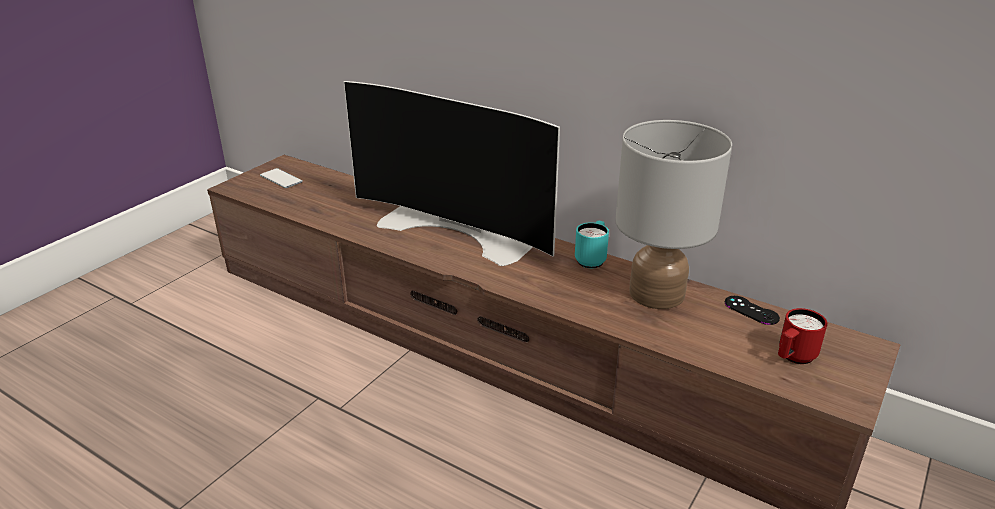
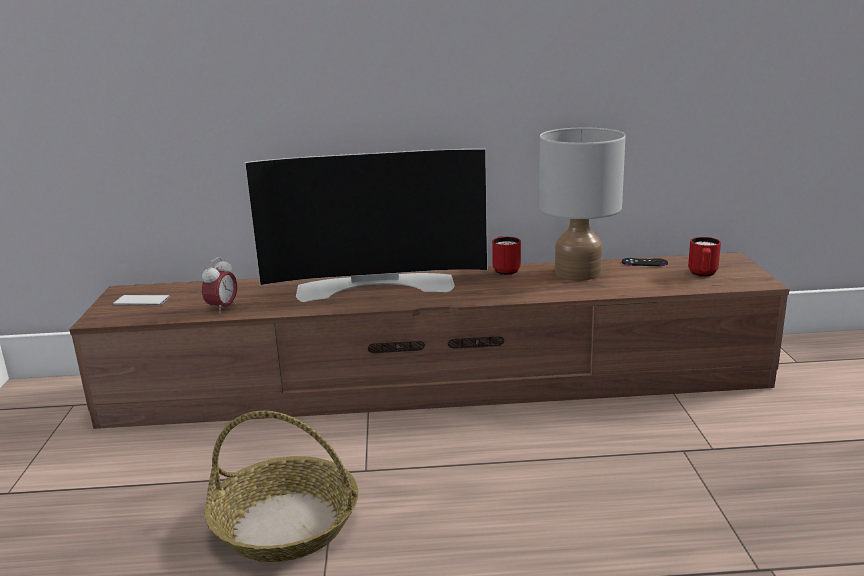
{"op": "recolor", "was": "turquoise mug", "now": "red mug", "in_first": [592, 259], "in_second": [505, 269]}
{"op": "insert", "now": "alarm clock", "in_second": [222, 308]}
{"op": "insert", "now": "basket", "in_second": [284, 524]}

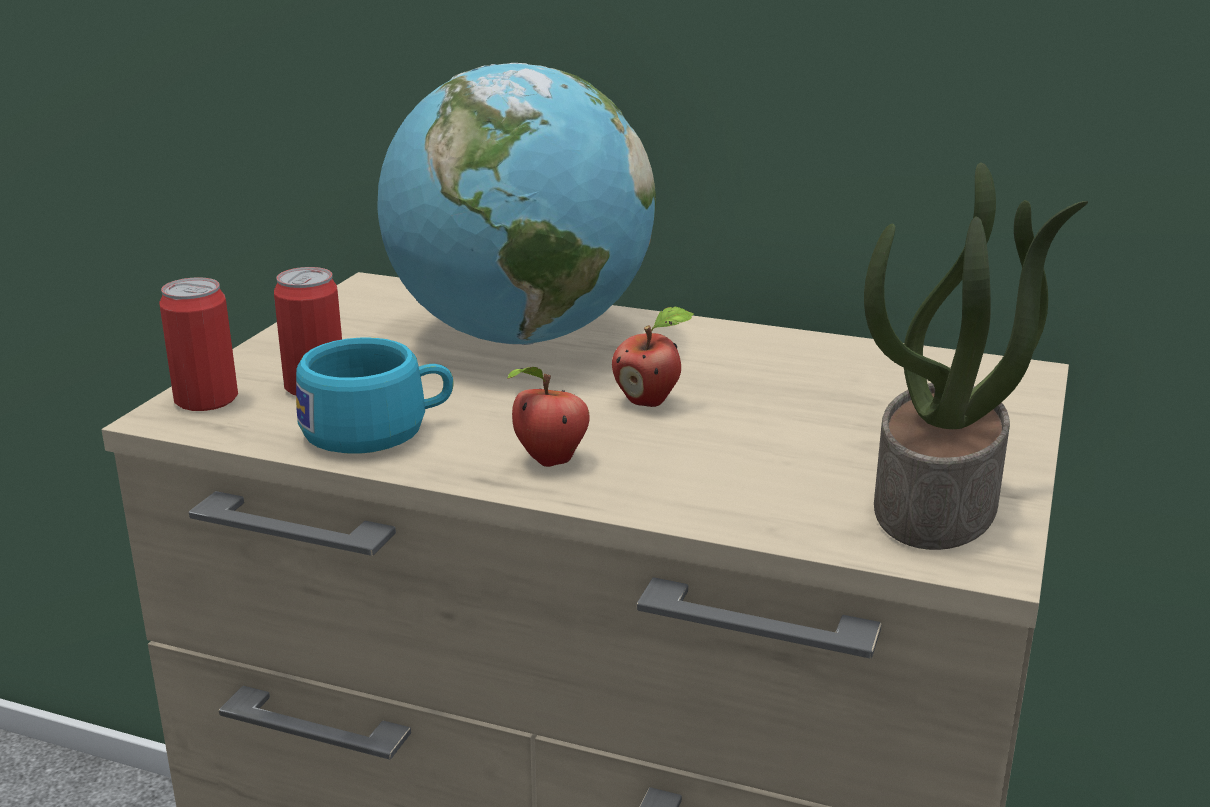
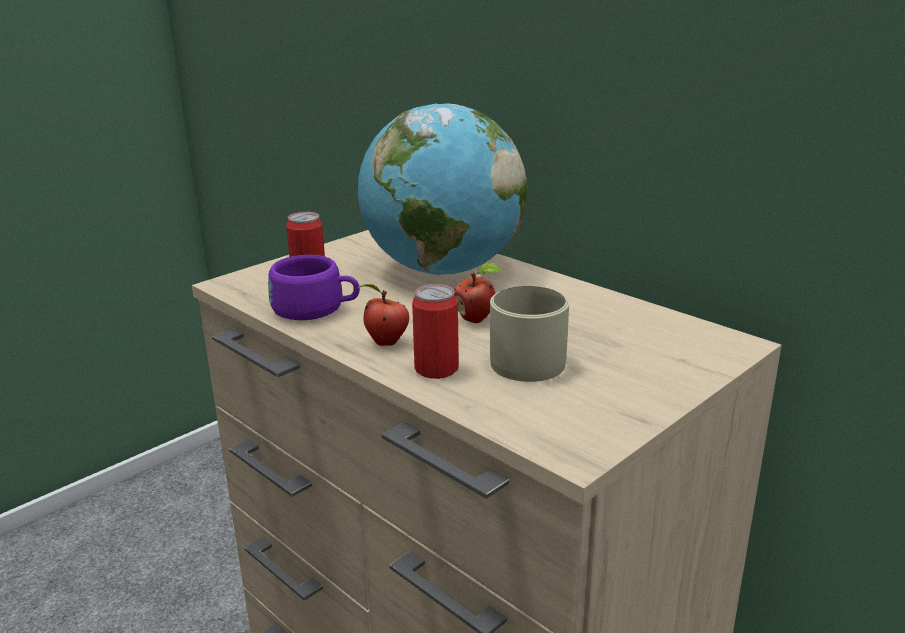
{"op": "delete", "was": "potted plant", "in_first": [938, 505]}
{"op": "move", "was": "can", "in_first": [206, 399], "in_second": [436, 369]}
{"op": "recolor", "was": "turquoise cup", "now": "purple cup", "in_first": [379, 430], "in_second": [316, 309]}
{"op": "insert", "now": "beige mug", "in_second": [532, 359]}

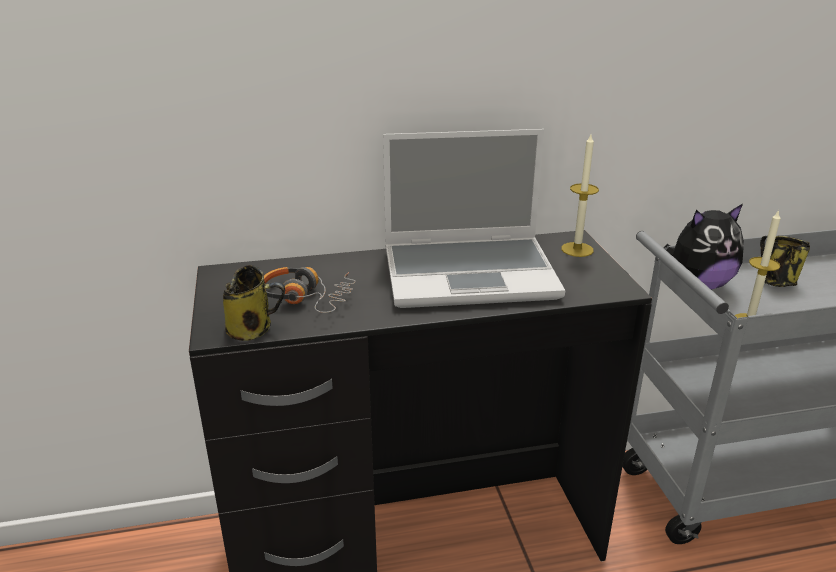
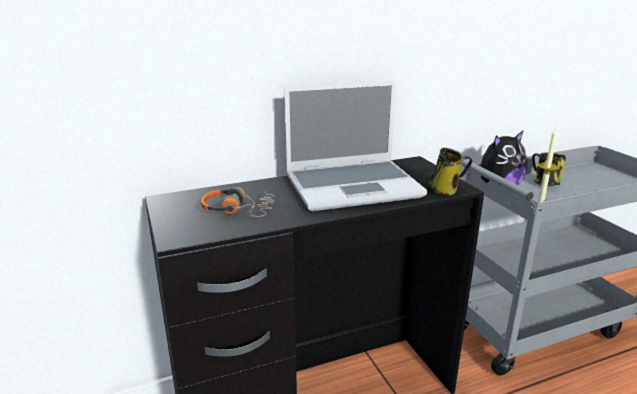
{"op": "delete", "was": "candle", "in_first": [577, 249]}
{"op": "move", "was": "mug", "in_first": [252, 329], "in_second": [445, 190]}

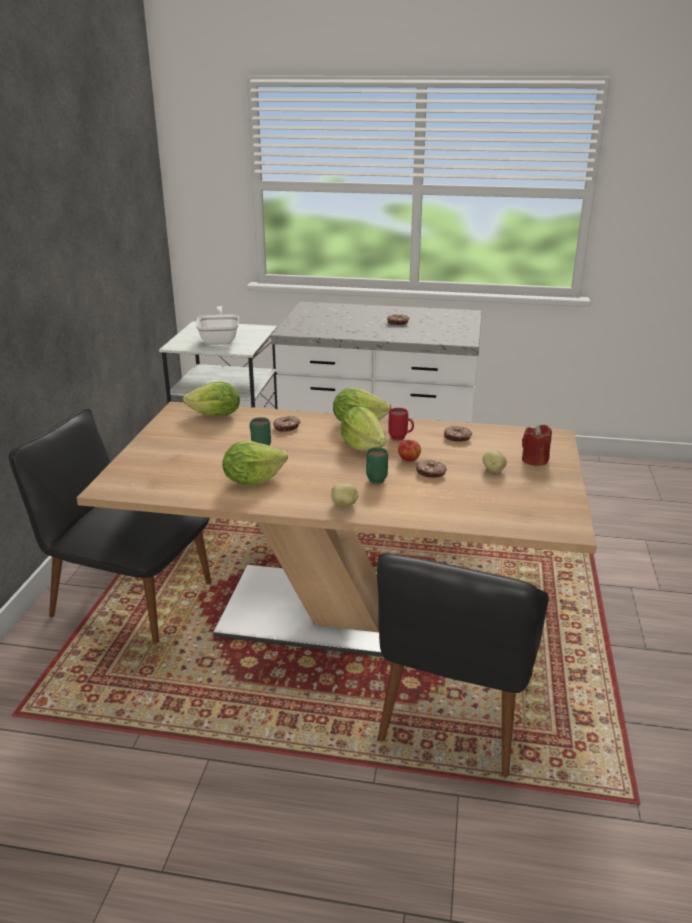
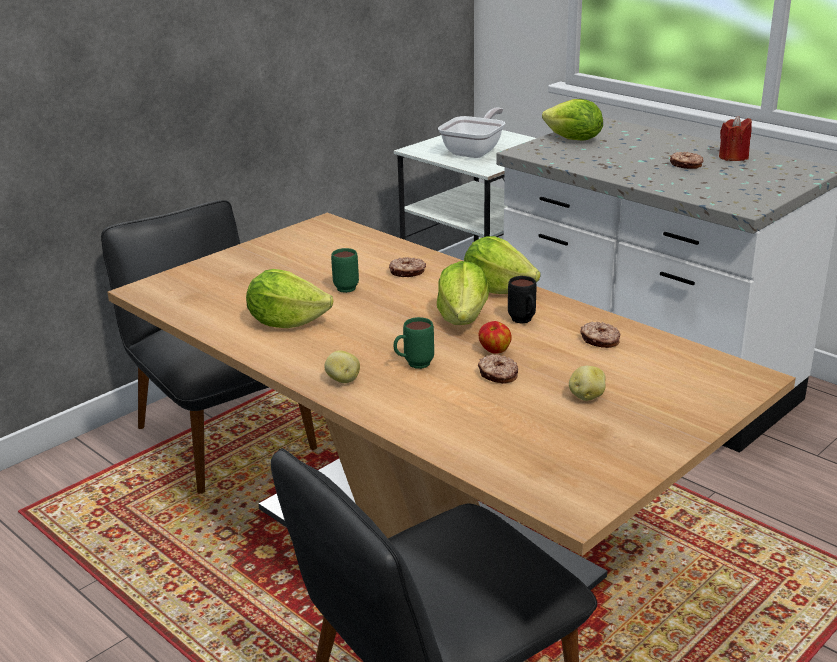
{"op": "move", "was": "lettuce", "in_first": [216, 415], "in_second": [573, 140]}
{"op": "recolor", "was": "red mug", "now": "black mug", "in_first": [401, 438], "in_second": [523, 322]}
{"op": "move", "was": "red candle", "in_first": [534, 460], "in_second": [733, 157]}

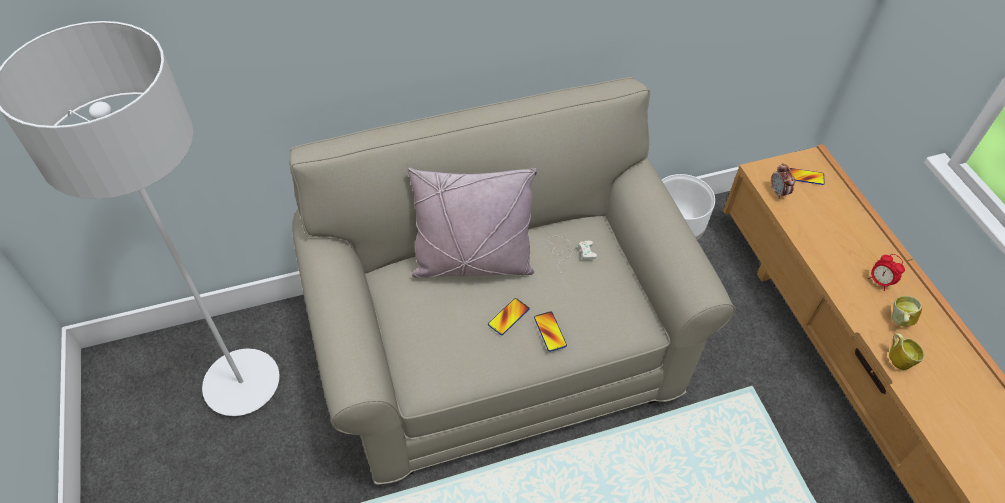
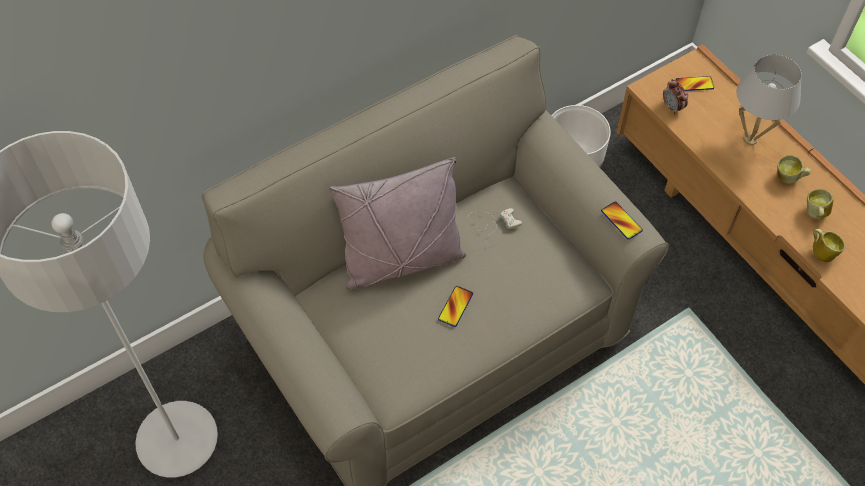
{"op": "replace", "was": "alarm clock", "now": "mug", "in_first": [879, 282], "in_second": [788, 179]}
{"op": "move", "was": "phone", "in_first": [550, 332], "in_second": [621, 221]}
{"op": "insert", "now": "white table lamp", "in_second": [750, 139]}

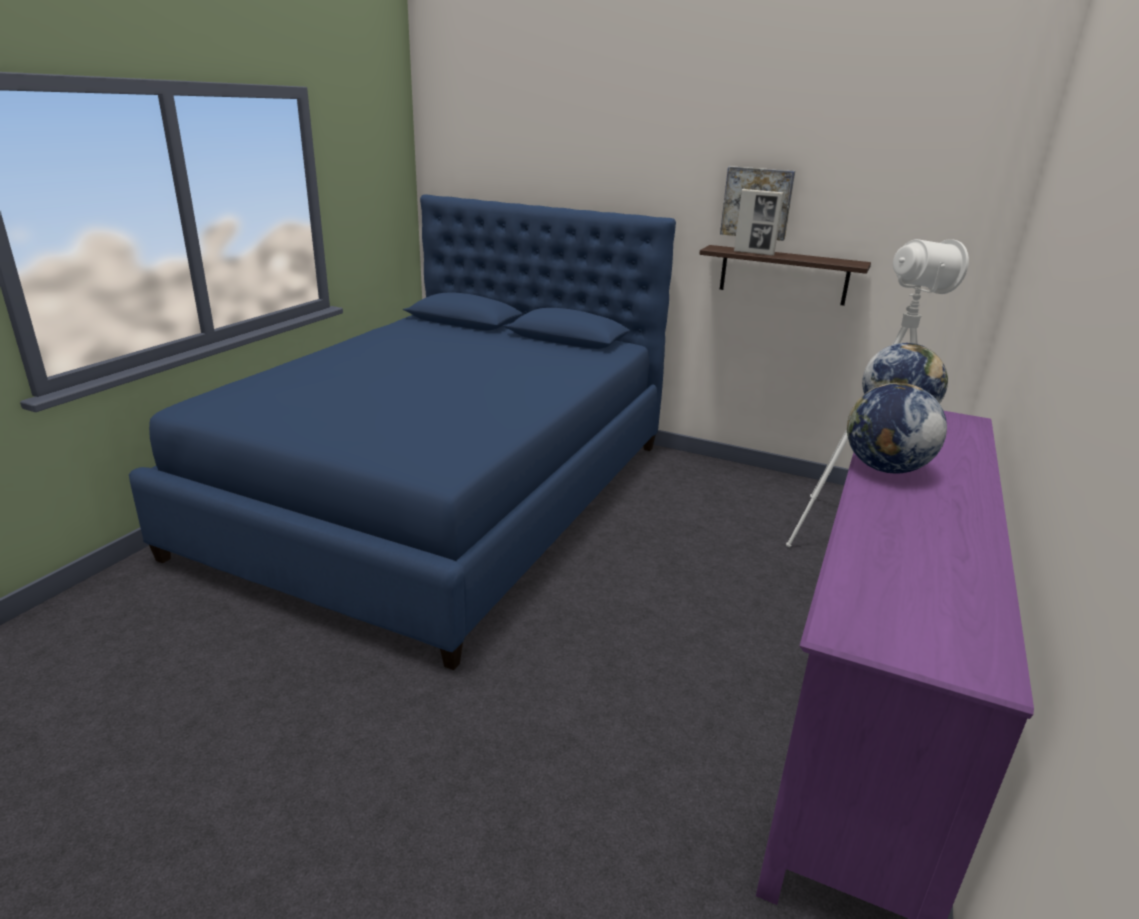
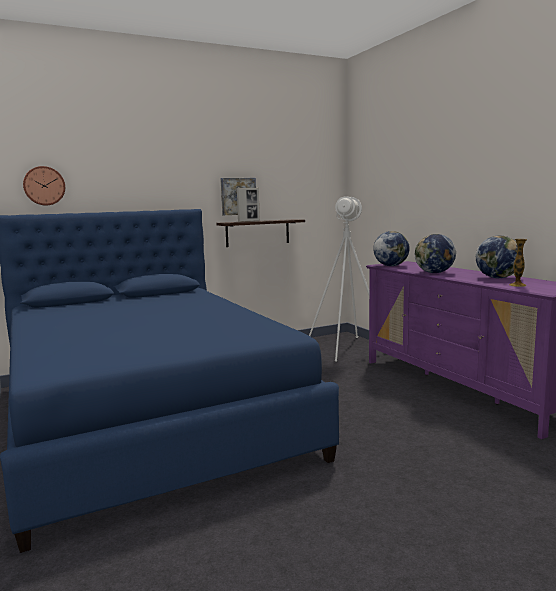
{"op": "insert", "now": "wall clock", "in_second": [44, 186]}
{"op": "insert", "now": "globe", "in_second": [497, 278]}
{"op": "insert", "now": "vase", "in_second": [517, 285]}

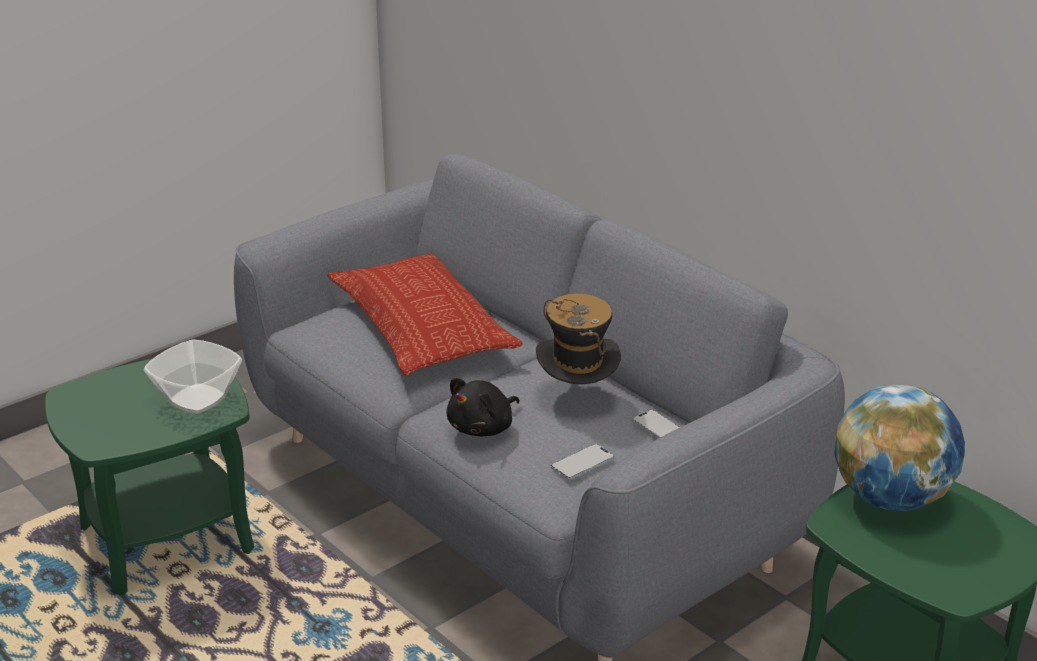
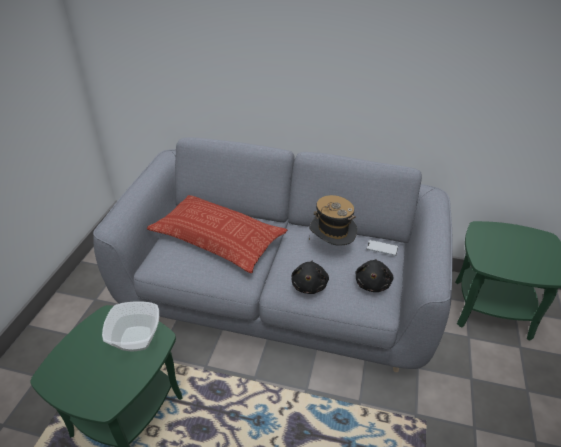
{"op": "delete", "was": "globe", "in_first": [891, 498]}
{"op": "replace", "was": "phone", "now": "black plush toy", "in_first": [582, 463], "in_second": [372, 283]}

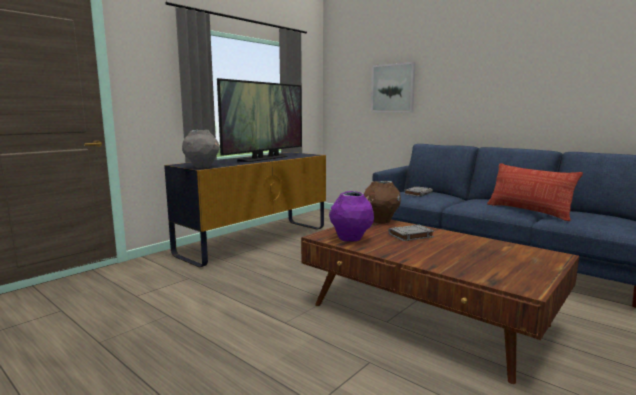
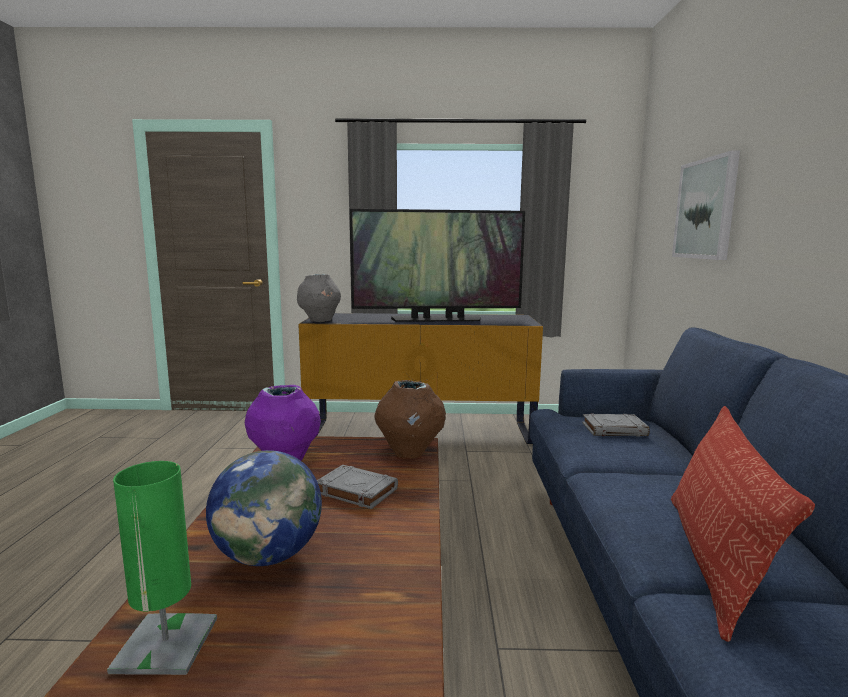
{"op": "insert", "now": "globe", "in_second": [268, 555]}
{"op": "insert", "now": "green table lamp", "in_second": [166, 644]}

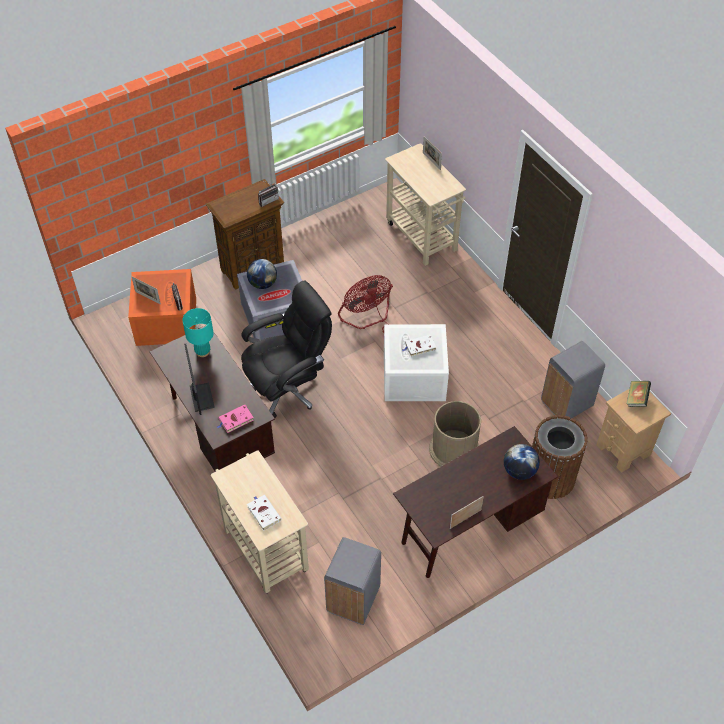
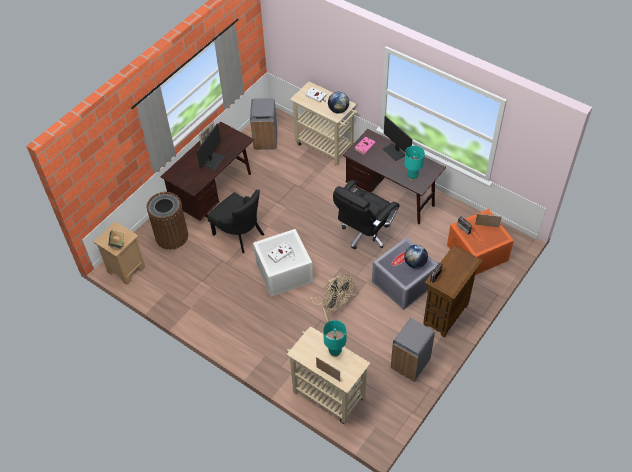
{"op": "recolor", "was": "red fan", "now": "beige fan", "in_first": [371, 318], "in_second": [334, 305]}
{"op": "move", "was": "grey trash can", "in_first": [567, 403], "in_second": [409, 364]}
{"op": "replace", "was": "brown trash can", "now": "black chair", "in_first": [454, 449], "in_second": [238, 233]}
{"op": "move", "was": "globe", "in_first": [519, 471], "in_second": [338, 110]}
{"op": "insert", "now": "monitor", "in_second": [213, 160]}
{"op": "insert", "now": "turquoise table lamp", "in_second": [335, 352]}

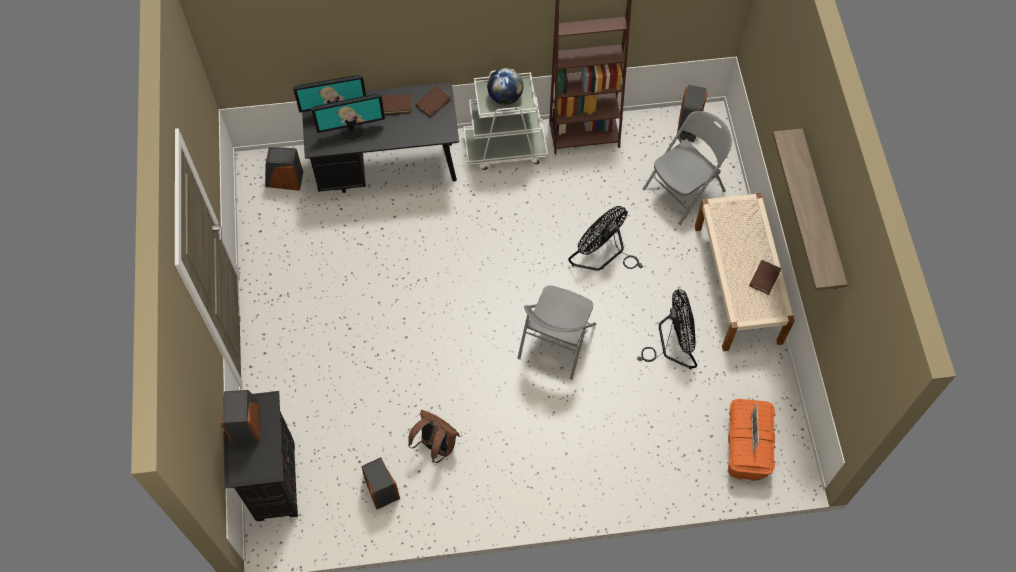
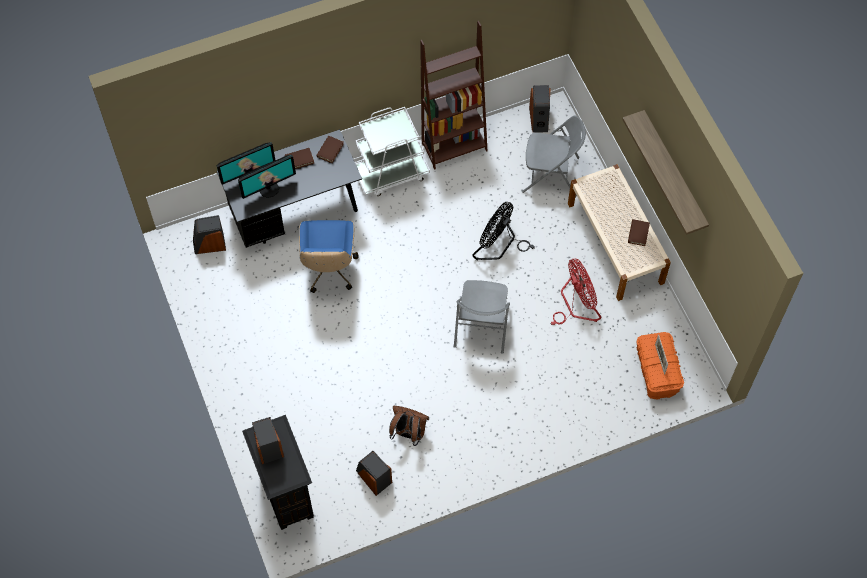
{"op": "delete", "was": "globe", "in_first": [505, 97]}
{"op": "rotate", "was": "grey chair", "in_first": [684, 190], "in_second": [550, 175], "clockwise": 60}
{"op": "recolor", "was": "black fan", "now": "red fan", "in_first": [671, 342], "in_second": [575, 303]}
{"op": "insert", "now": "blue office chair", "in_second": [329, 271]}

